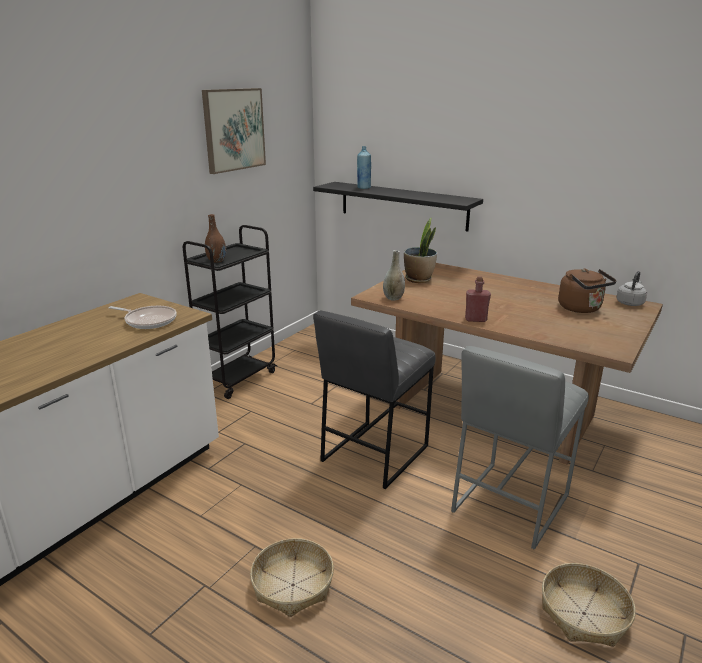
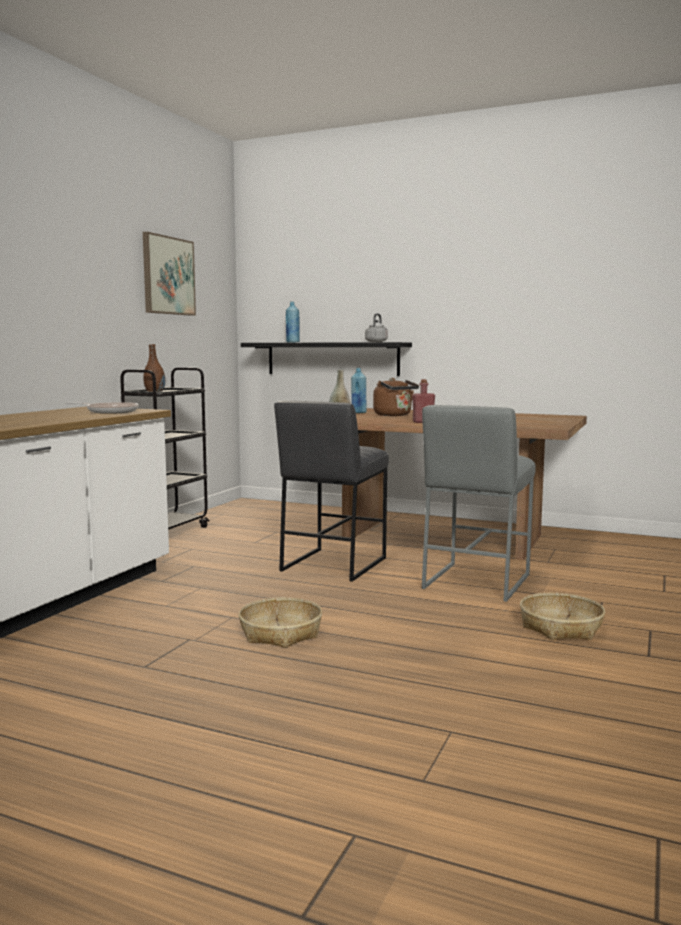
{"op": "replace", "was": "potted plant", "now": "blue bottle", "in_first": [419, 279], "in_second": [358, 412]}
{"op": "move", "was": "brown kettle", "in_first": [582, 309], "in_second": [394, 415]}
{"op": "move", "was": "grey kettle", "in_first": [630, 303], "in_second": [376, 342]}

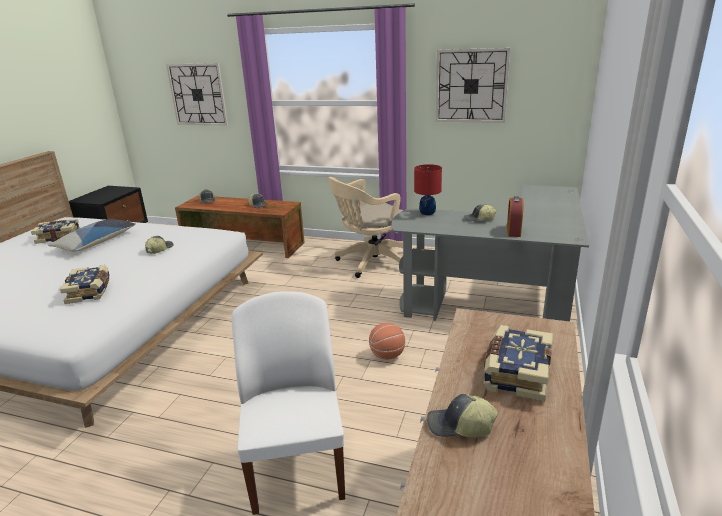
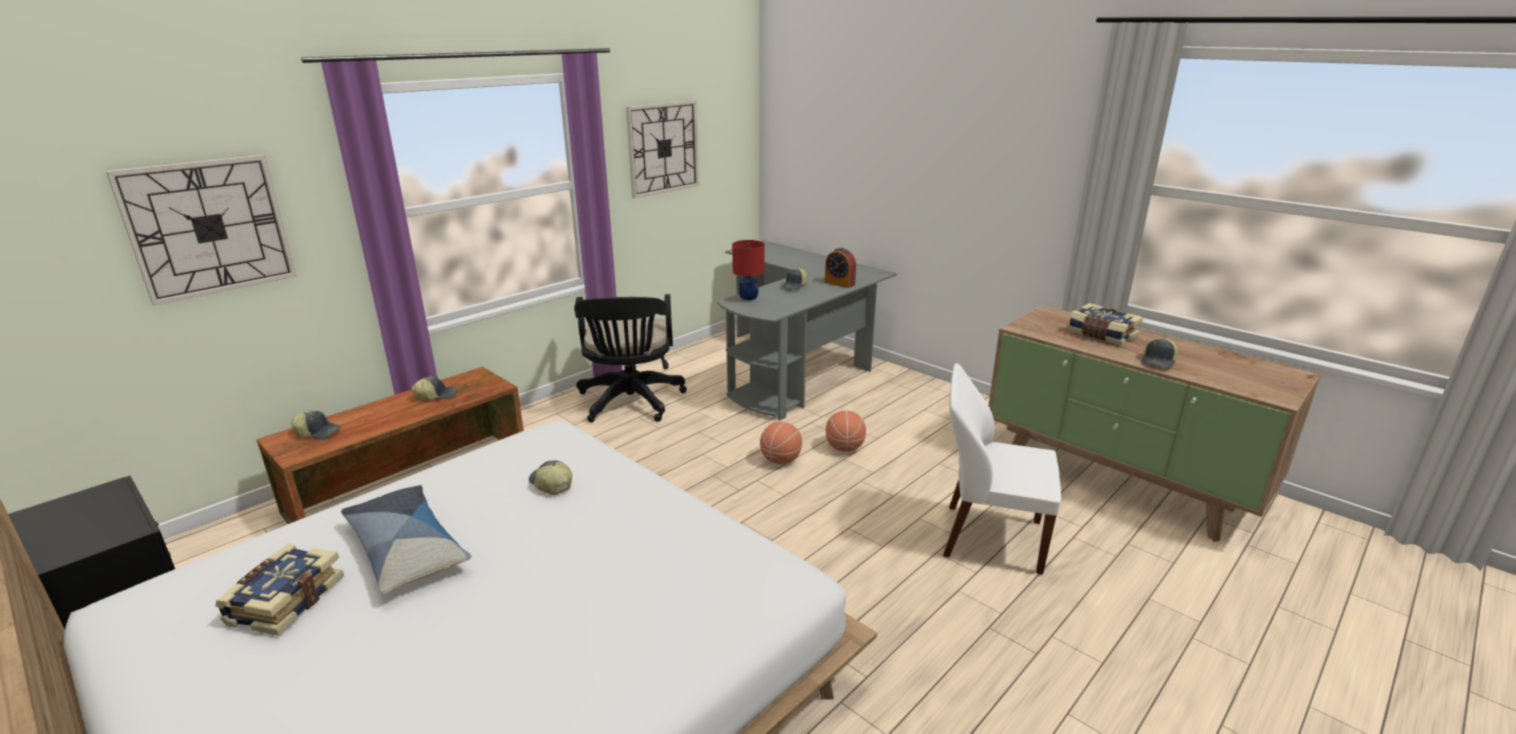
{"op": "recolor", "was": "beige office chair", "now": "black office chair", "in_first": [371, 262], "in_second": [630, 403]}
{"op": "delete", "was": "book", "in_first": [90, 291]}
{"op": "insert", "now": "basketball", "in_second": [780, 460]}

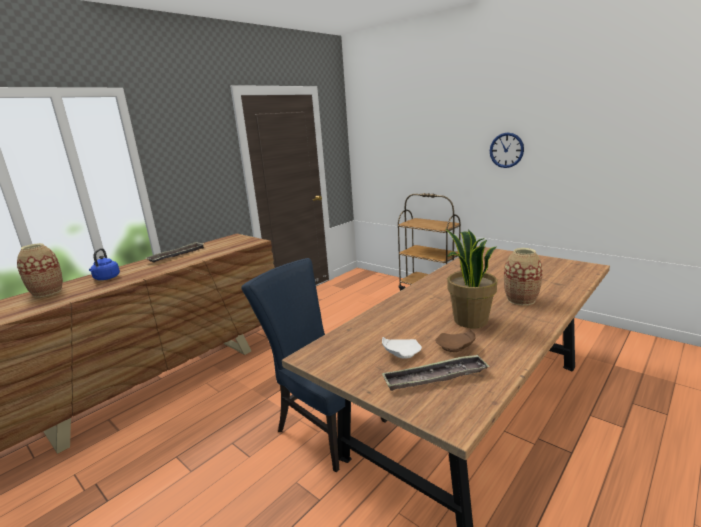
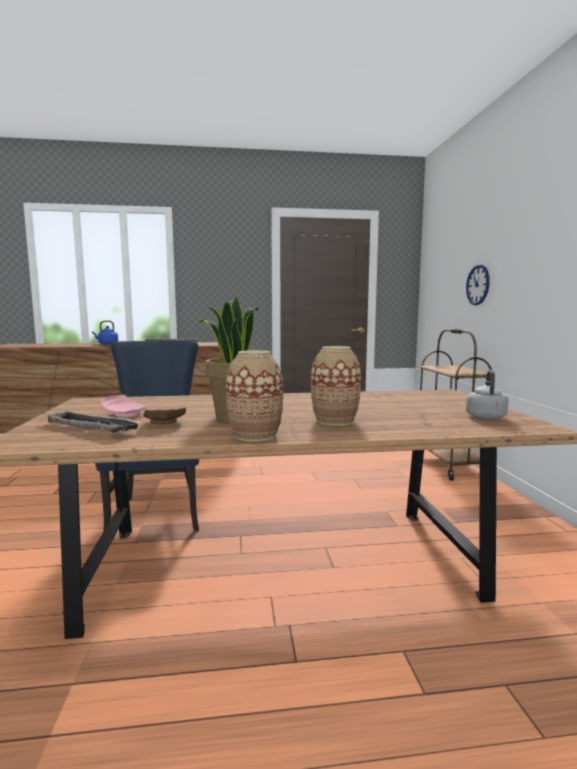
{"op": "move", "was": "wall clock", "in_first": [506, 150], "in_second": [478, 285]}
{"op": "move", "was": "vase", "in_first": [47, 292], "in_second": [255, 435]}
{"op": "recolor", "was": "white plate", "now": "pink plate", "in_first": [401, 353], "in_second": [125, 414]}
{"op": "insert", "now": "grey kettle", "in_second": [485, 416]}

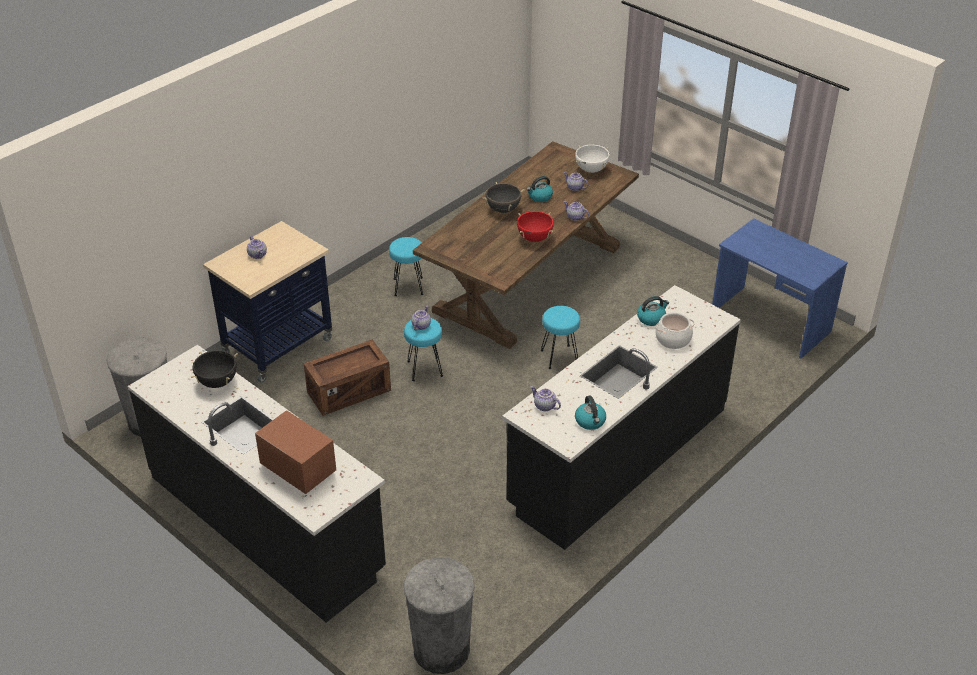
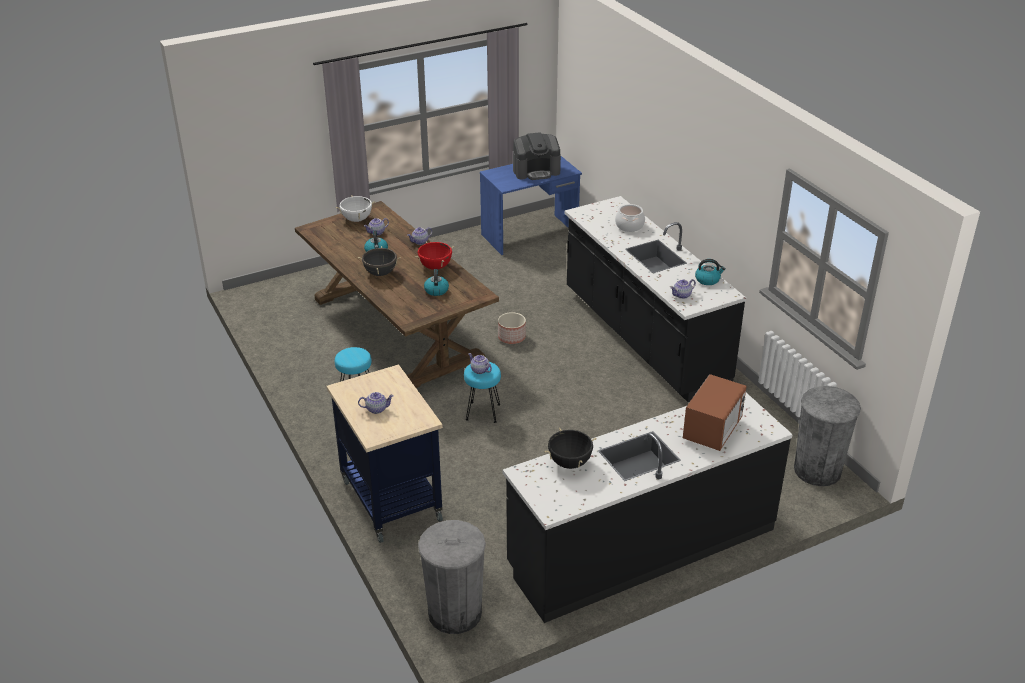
{"op": "move", "was": "kettle", "in_first": [651, 318], "in_second": [436, 290]}
{"op": "replace", "was": "turquoise stool", "now": "planter", "in_first": [559, 357], "in_second": [512, 337]}
{"op": "delete", "was": "crate", "in_first": [349, 391]}
{"op": "rotate", "was": "microwave", "in_first": [298, 469], "in_second": [712, 430], "clockwise": 150}
{"op": "insert", "now": "coffee machine", "in_second": [536, 171]}

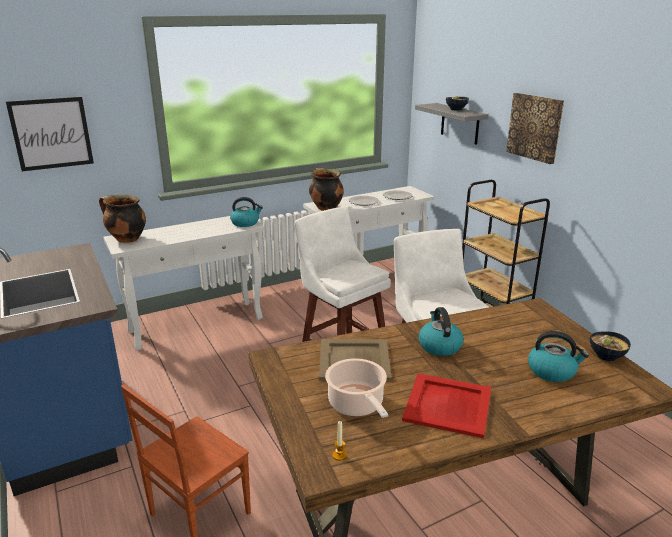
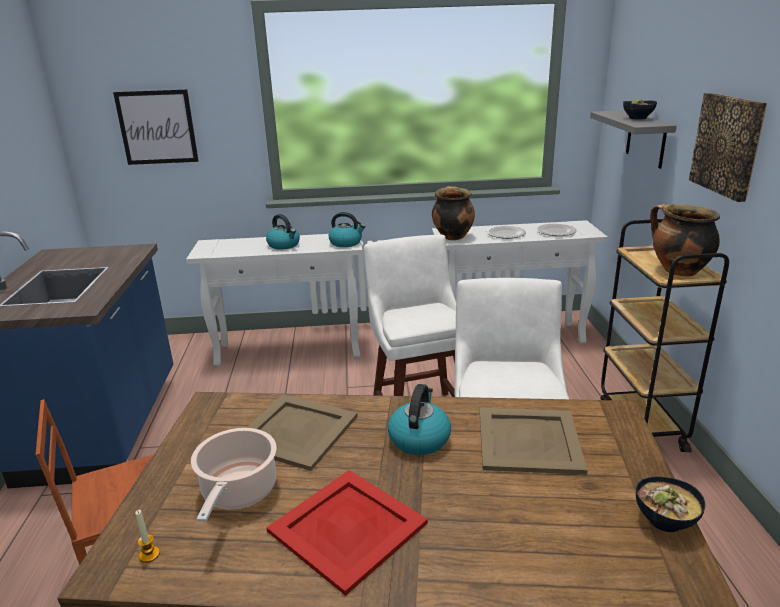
{"op": "move", "was": "cooking pot", "in_first": [126, 239], "in_second": [677, 271]}
{"op": "move", "was": "kettle", "in_first": [552, 371], "in_second": [284, 245]}
{"op": "insert", "now": "beige tray", "in_second": [528, 441]}

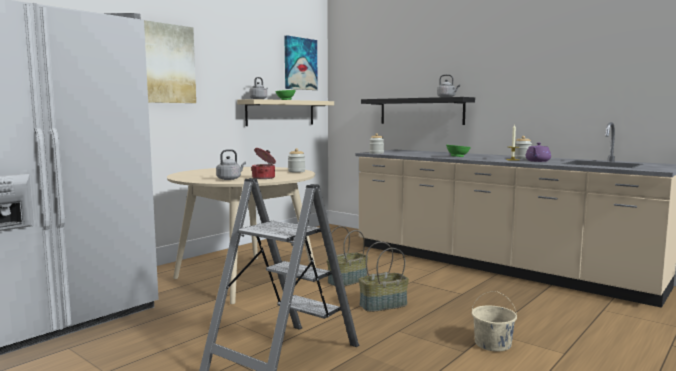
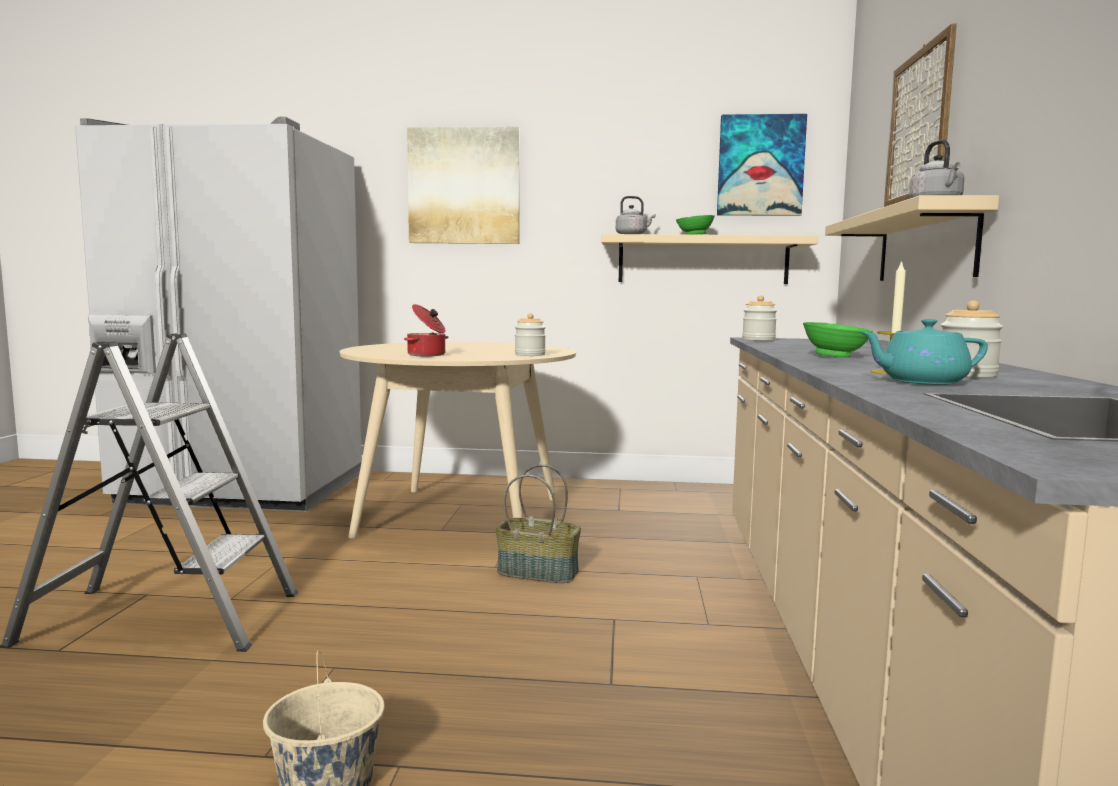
{"op": "recolor", "was": "black shelf", "now": "beige shelf", "in_first": [421, 111], "in_second": [924, 246]}
{"op": "recolor", "was": "purple teapot", "now": "turquoise teapot", "in_first": [537, 161], "in_second": [921, 382]}
{"op": "delete", "was": "grey kettle", "in_first": [230, 179]}
{"op": "delete", "was": "basket", "in_first": [383, 305]}
{"op": "insert", "now": "picture", "in_second": [919, 123]}

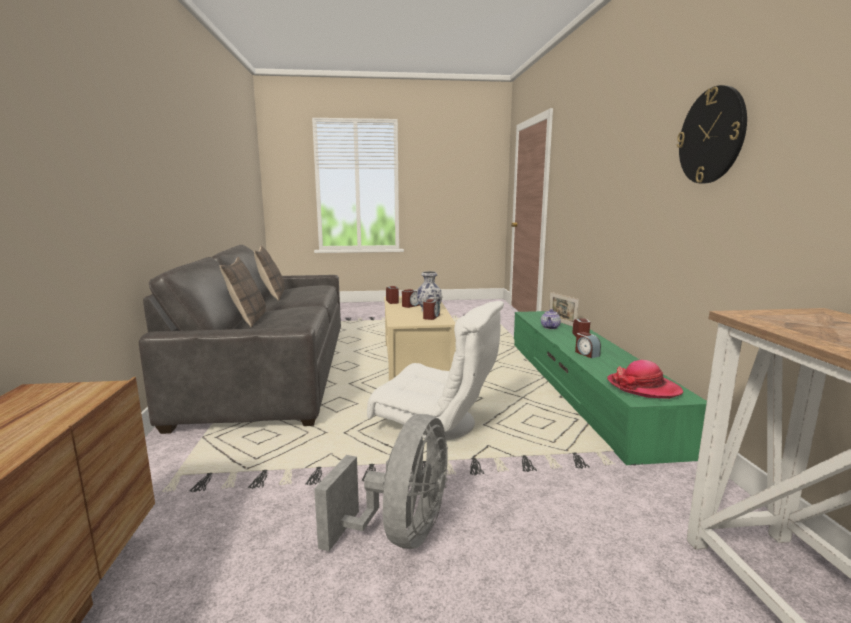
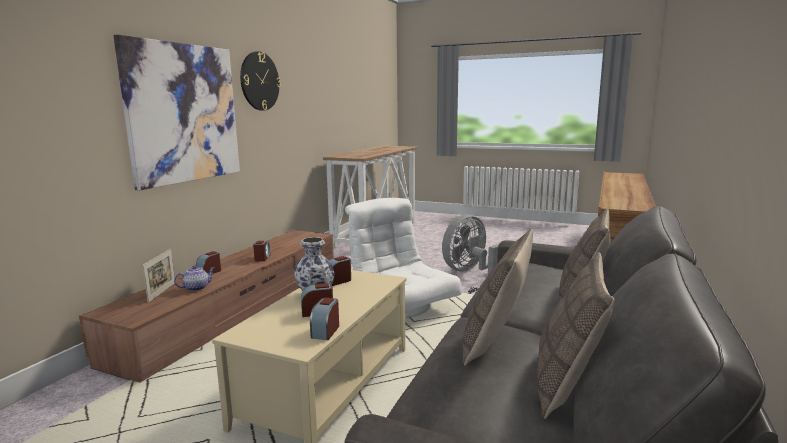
{"op": "recolor", "was": "green tv stand", "now": "brown tv stand", "in_first": [582, 387], "in_second": [238, 306]}
{"op": "delete", "was": "hat", "in_first": [643, 387]}
{"op": "insert", "now": "picture", "in_second": [184, 113]}
{"op": "insert", "now": "pillow", "in_second": [496, 342]}

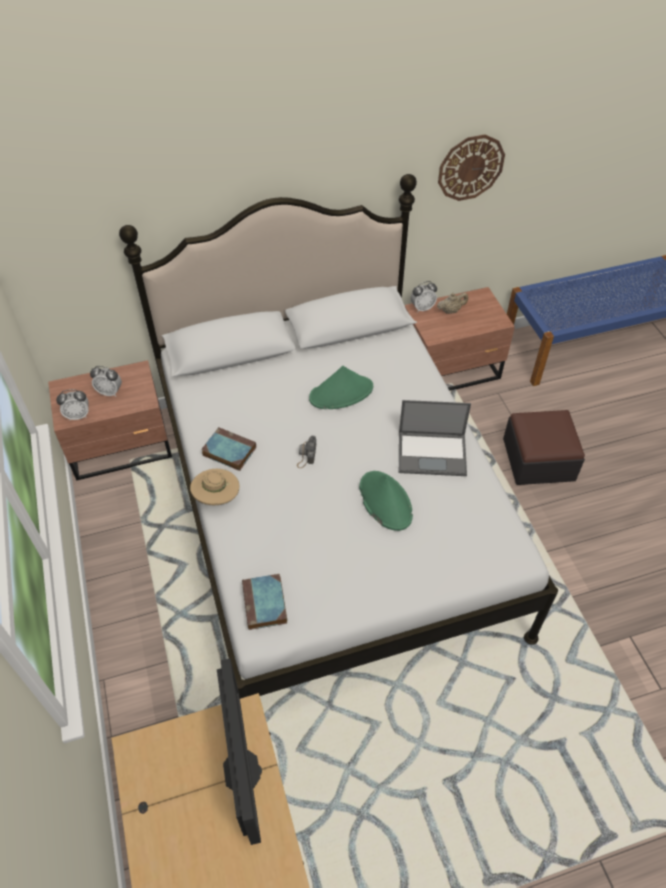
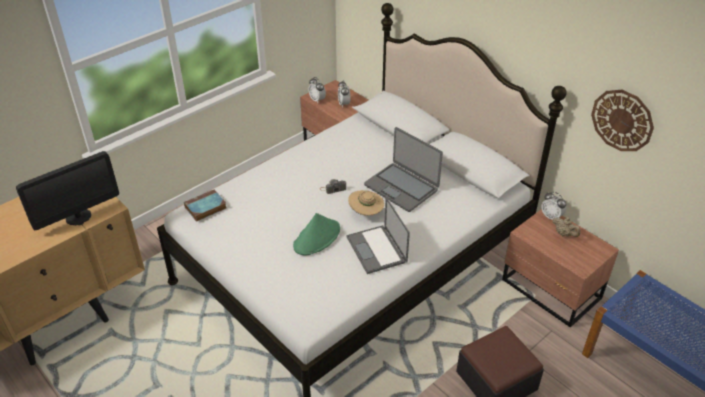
{"op": "replace", "was": "green hat", "now": "laptop", "in_first": [341, 393], "in_second": [401, 187]}
{"op": "delete", "was": "book", "in_first": [228, 451]}
{"op": "move", "was": "beige hat", "in_first": [217, 497], "in_second": [366, 212]}

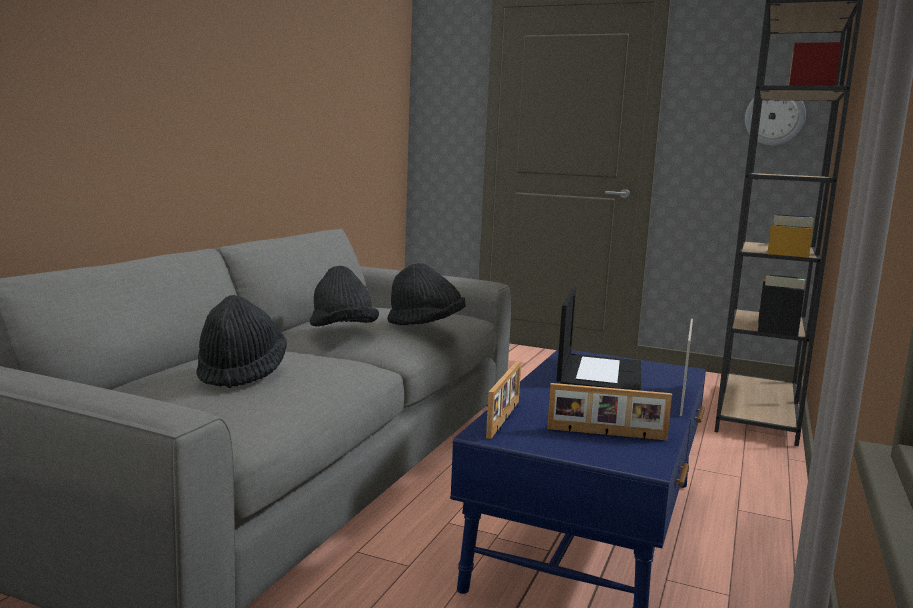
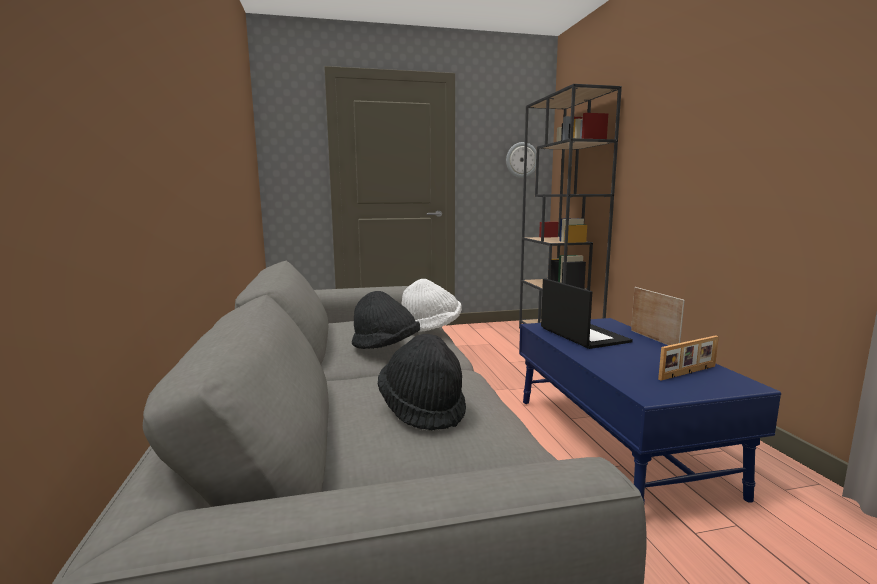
{"op": "recolor", "was": "black hat", "now": "white hat", "in_first": [426, 325], "in_second": [431, 327]}
{"op": "delete", "was": "picture frame", "in_first": [505, 419]}

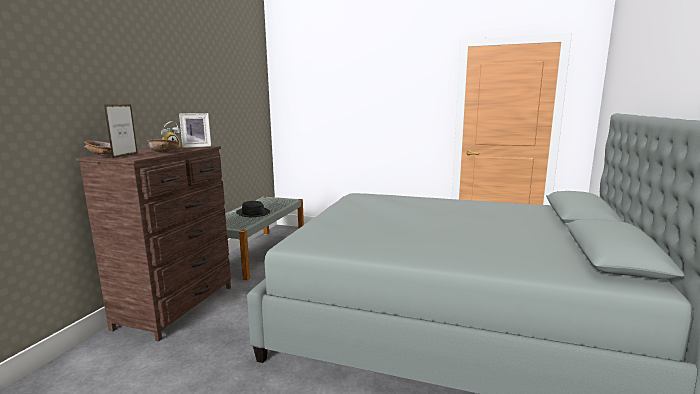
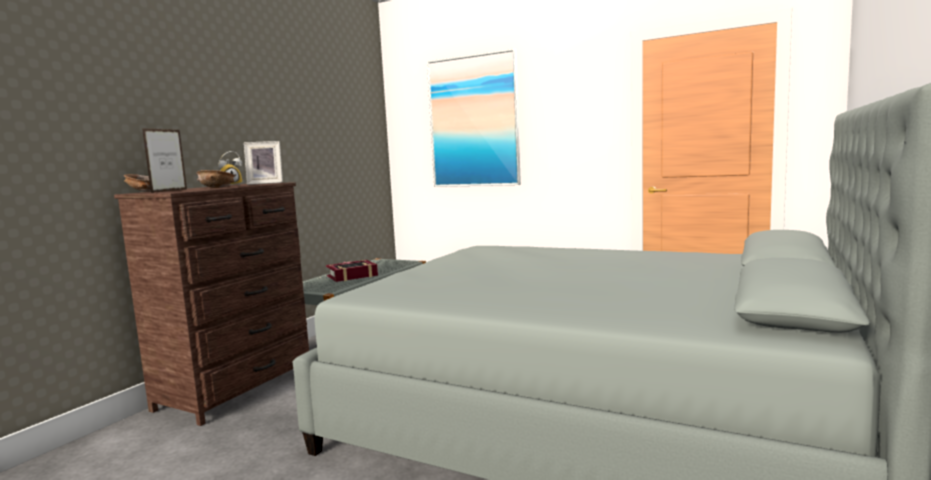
{"op": "replace", "was": "black hat", "now": "book", "in_first": [253, 213], "in_second": [352, 276]}
{"op": "insert", "now": "picture", "in_second": [473, 121]}

